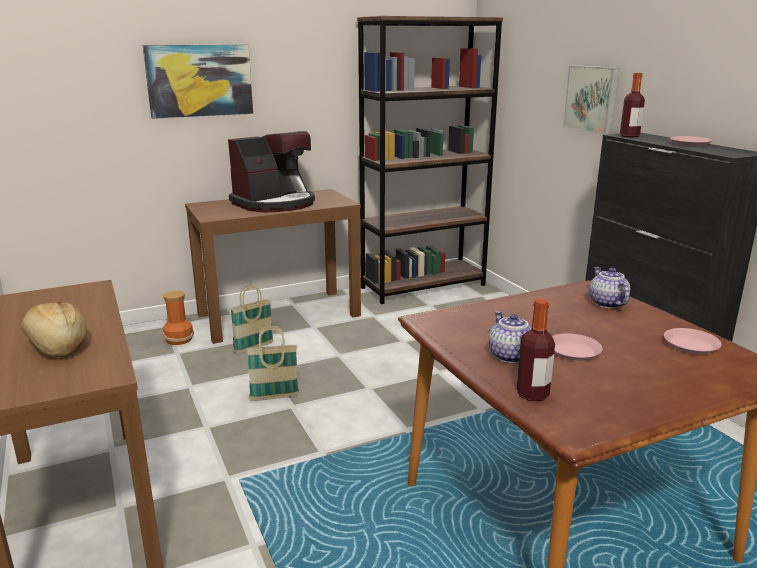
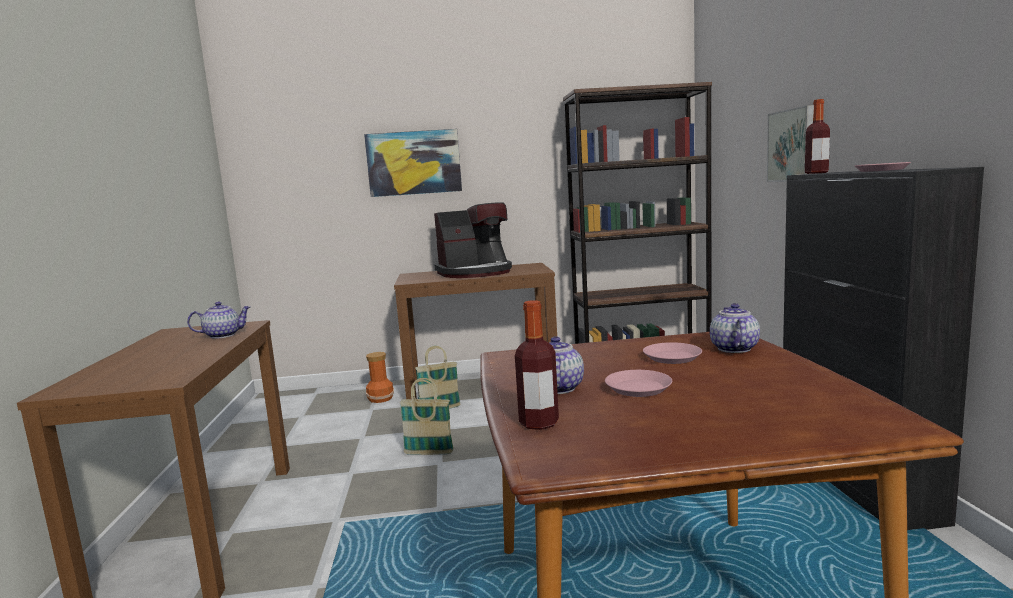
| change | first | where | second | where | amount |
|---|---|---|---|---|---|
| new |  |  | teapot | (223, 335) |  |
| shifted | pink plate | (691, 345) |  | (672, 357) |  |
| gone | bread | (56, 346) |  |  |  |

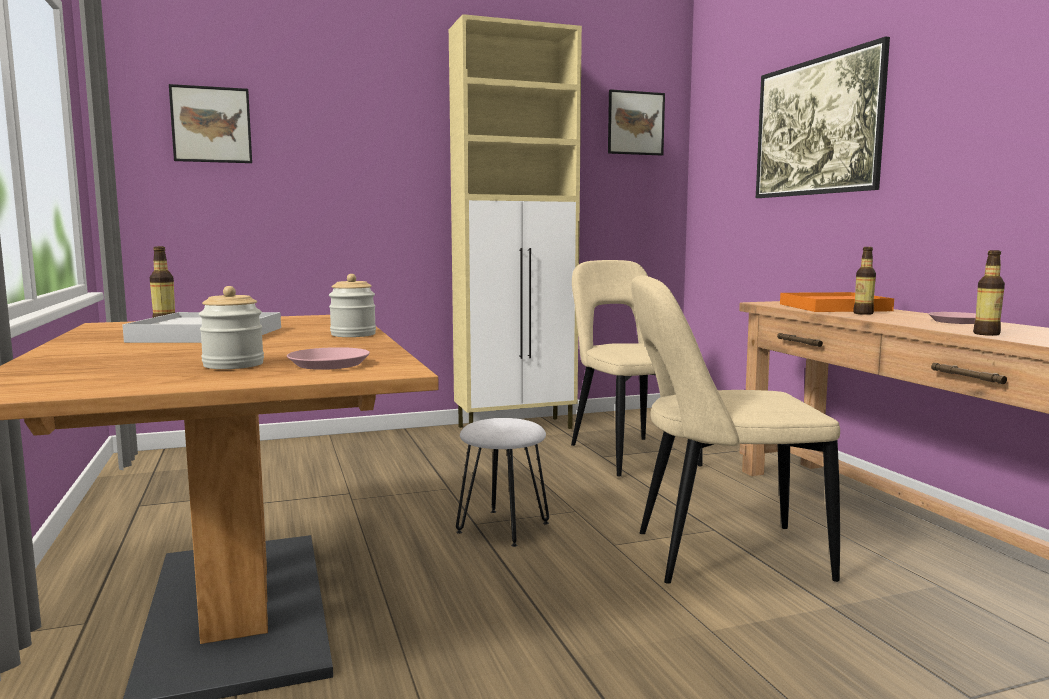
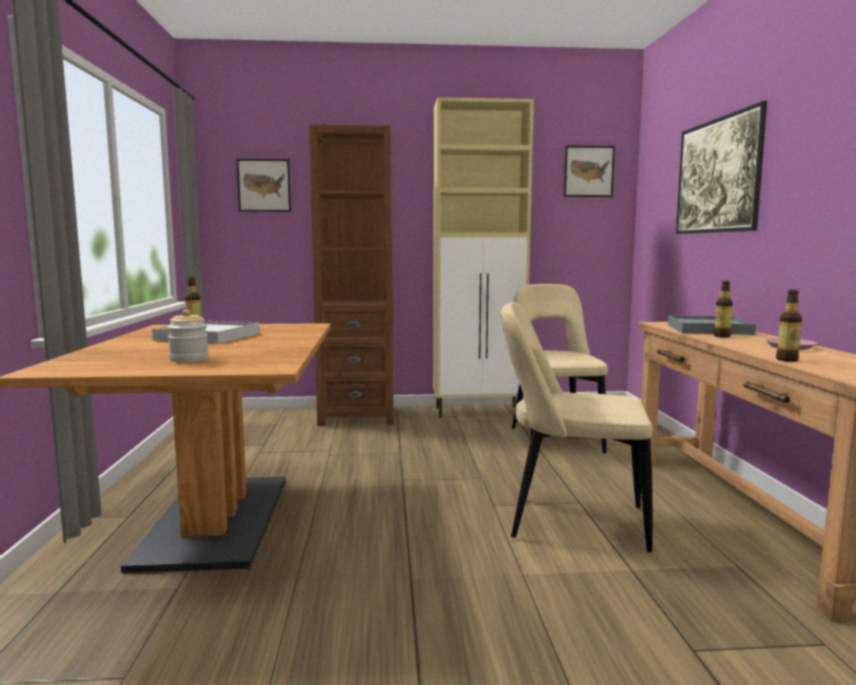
| change | first | where | second | where | amount |
|---|---|---|---|---|---|
| new |  |  | brown bookcase | (356, 416) |  |
| repainted | orange tray | (833, 307) | grey tray | (708, 329) |  |
| gone | pink plate | (329, 364) |  |  |  |
| gone | jar | (353, 334) |  |  |  |
| gone | white stool | (504, 528) |  |  |  |

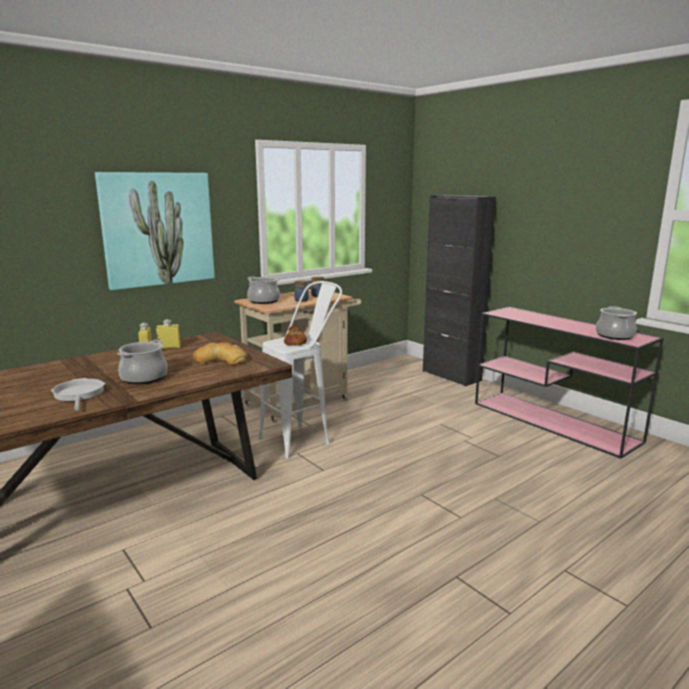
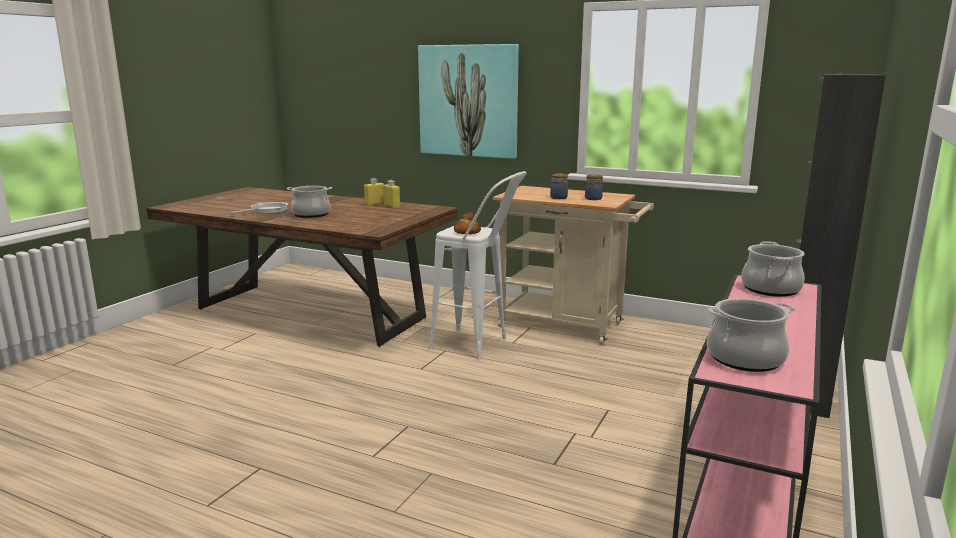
| change | first | where | second | where | amount |
|---|---|---|---|---|---|
| shifted | cooking pot | (264, 301) |  | (771, 289) |  |
| gone | bread | (221, 360) |  |  |  |

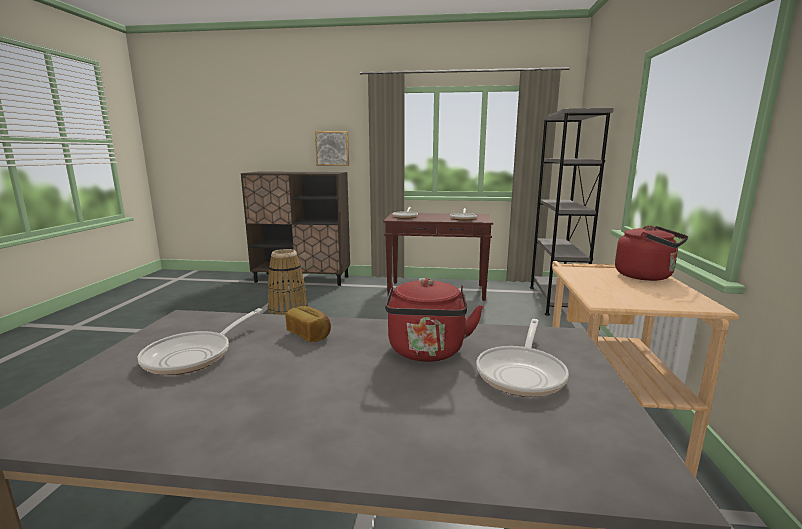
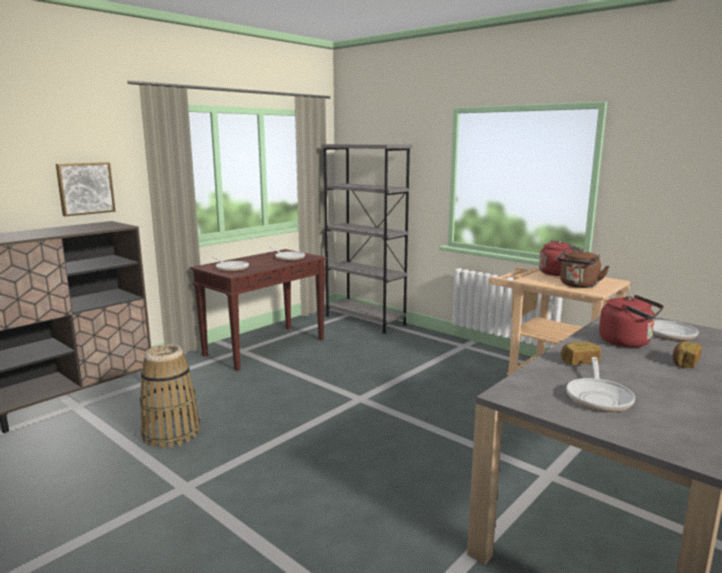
| change | first | where | second | where | amount |
|---|---|---|---|---|---|
| new |  |  | brown kettle | (578, 285) |  |
| rotated | frying pan | (194, 355) |  | (599, 397) | 45 degrees clockwise |
| new |  |  | bread | (684, 363) |  |

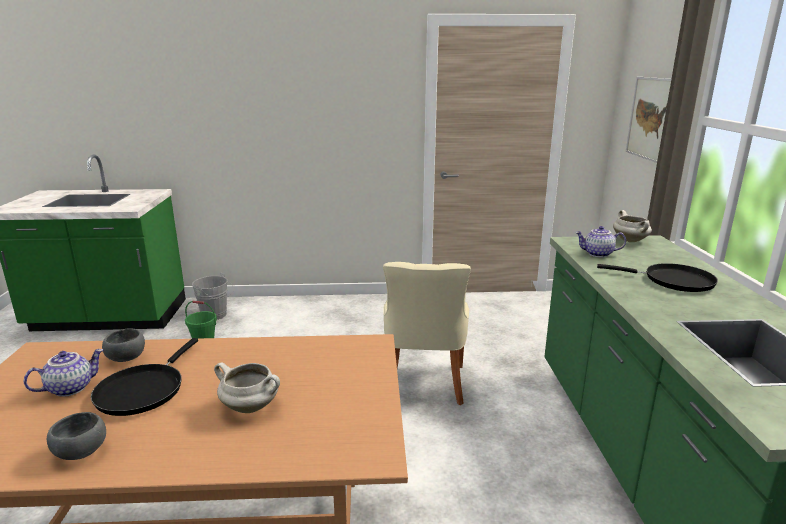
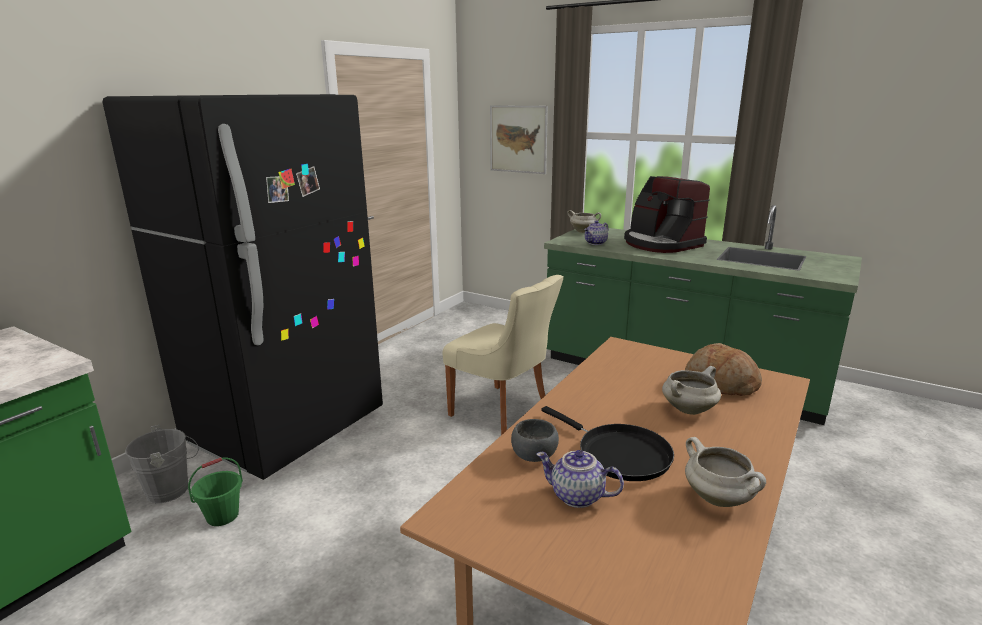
| change | first | where | second | where | amount |
|---|---|---|---|---|---|
| new |  |  | black fridge | (287, 428) |  |
| rotated | teapot | (70, 388) |  | (576, 497) | 60 degrees counterclockwise |
| swapped | black frying pan | (673, 281) | coffee machine | (661, 244) |  |
| new |  |  | bread | (720, 383) |  |
| swapped | grey bowl | (81, 453) | white cooking pot | (719, 499) |  |

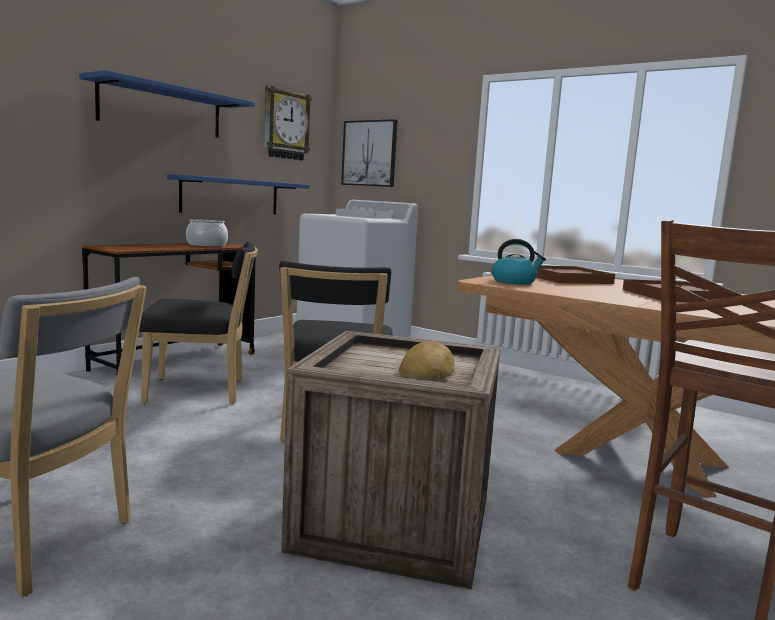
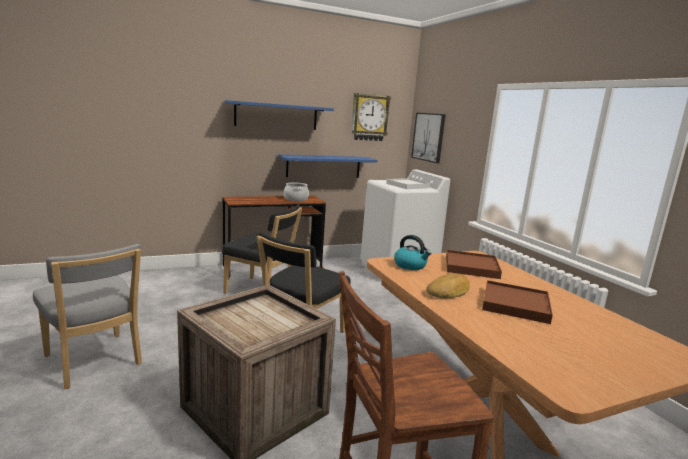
| change | first | where | second | where | amount |
|---|---|---|---|---|---|
| shifted | bread | (427, 371) |  | (449, 291) |  |

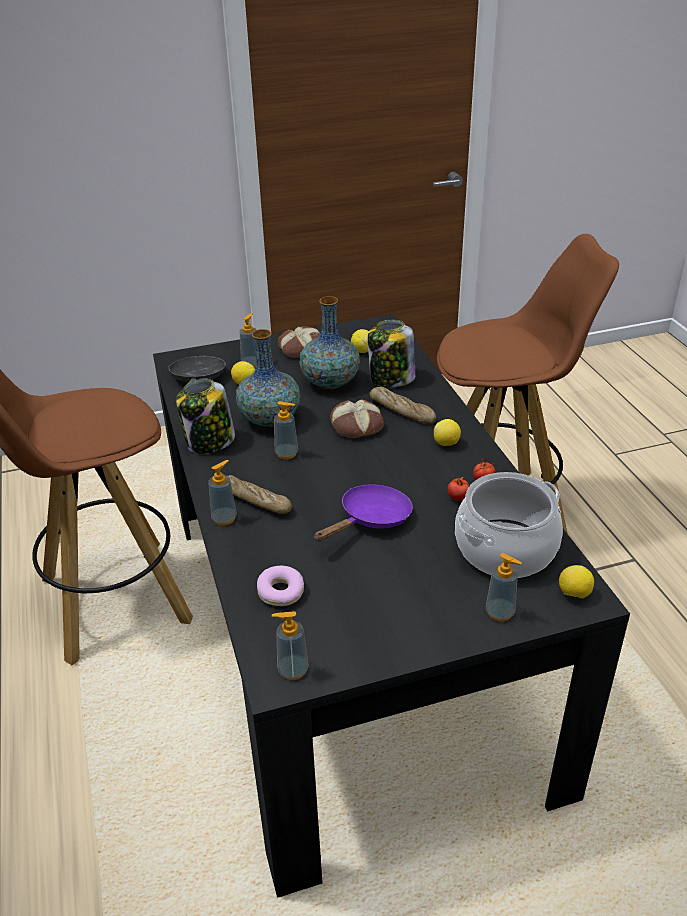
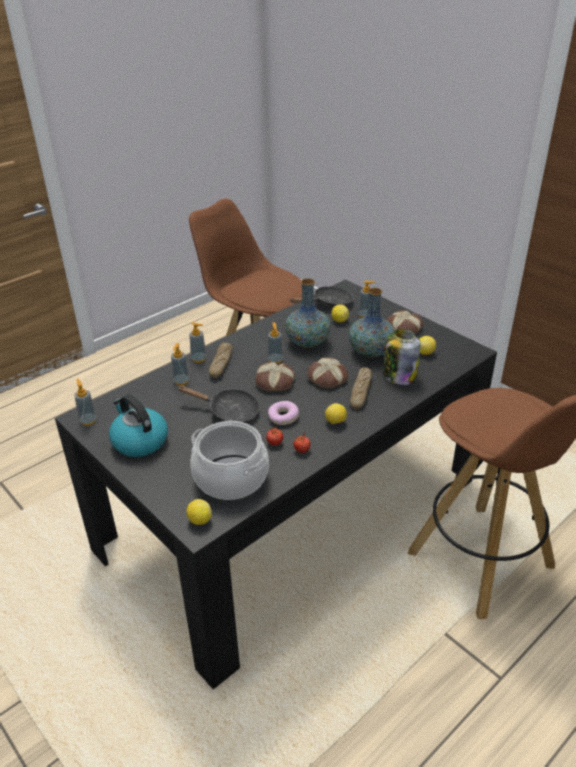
| change | first | where | second | where | amount |
|---|---|---|---|---|---|
| new |  |  | kettle | (139, 441) |  |
| shifted | soap dispenser | (500, 612) |  | (181, 381) |  |
| repainted | purple frying pan | (371, 519) | black frying pan | (229, 412) |  |
| new |  |  | bread | (274, 382) |  |
| shifted | donut | (280, 592) |  | (283, 417) |  |
| gone | jar | (209, 442) |  |  |  |

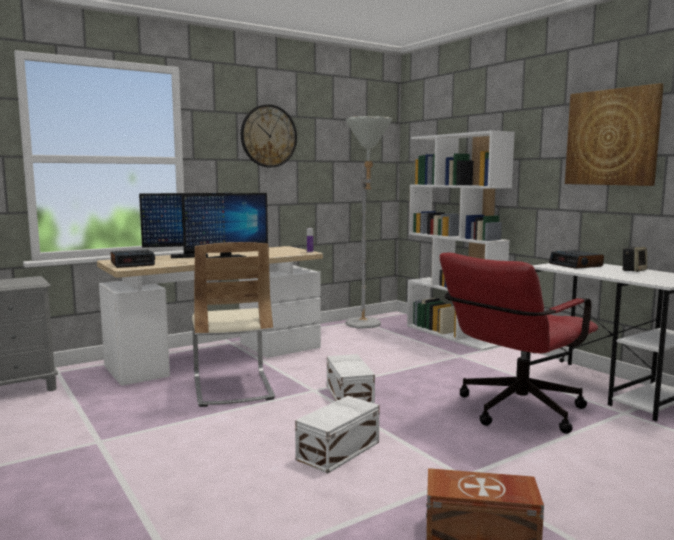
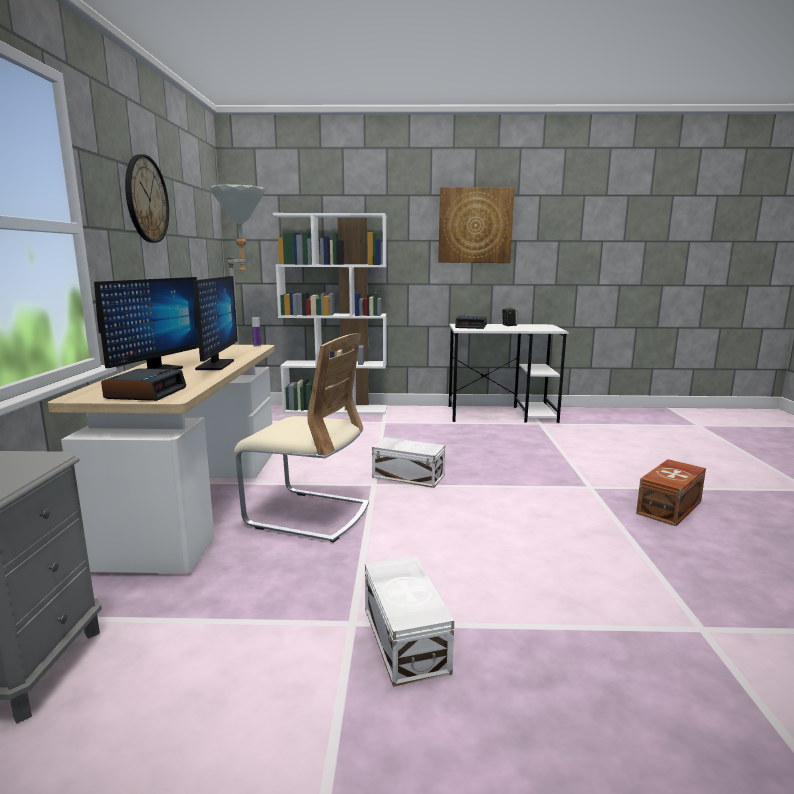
| change | first | where | second | where | amount |
|---|---|---|---|---|---|
| shifted | white storage box | (340, 451) |  | (406, 638) |  |
| gone | red office chair | (513, 412) |  |  |  |

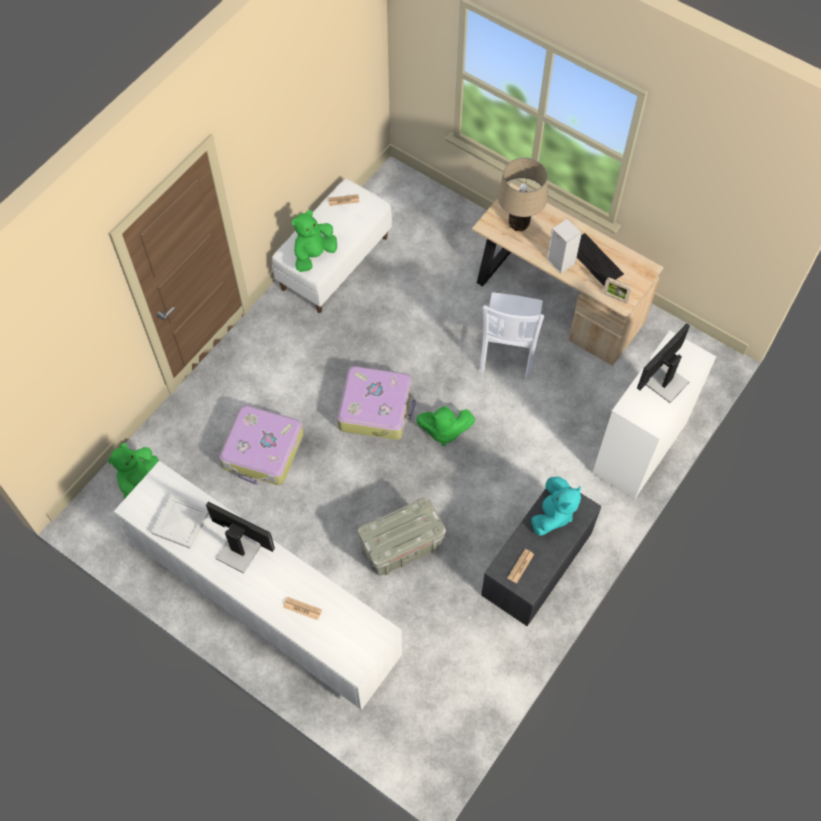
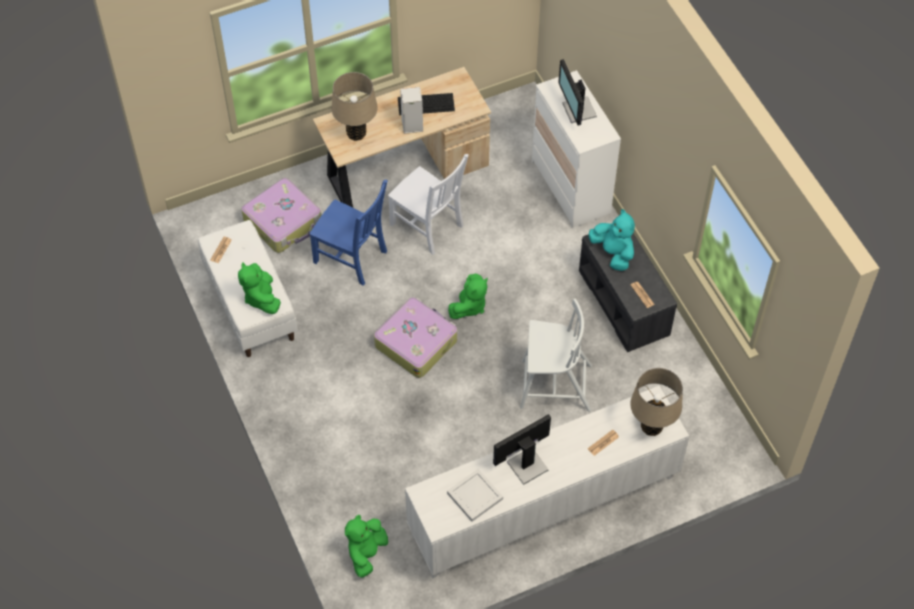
| change | first | where | second | where | amount |
|---|---|---|---|---|---|
| shifted | suitcase | (263, 451) |  | (283, 222) |  |
| new |  |  | blue chair | (352, 258) |  |
| rotated | green plush toy | (139, 481) |  | (366, 553) | 60 degrees clockwise |
| swapped | grey storage box | (401, 548) | white chair | (554, 386) |  |
| new |  |  | beige table lamp | (651, 427) |  |
| gone | picture frame | (615, 297) |  |  |  |

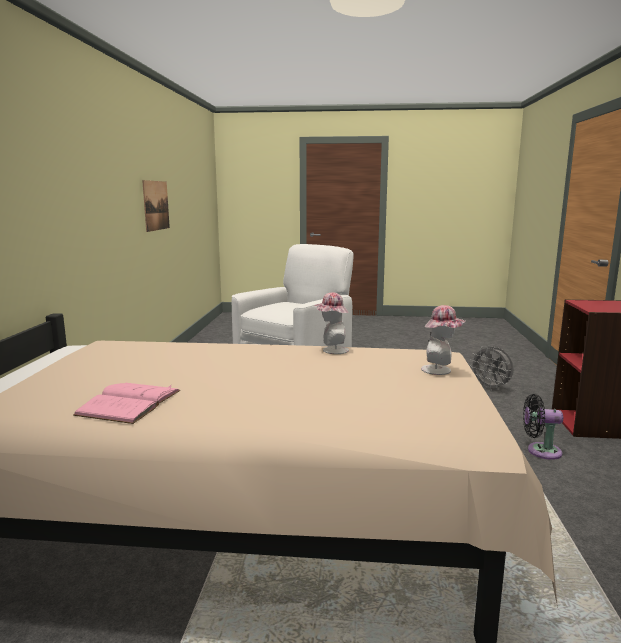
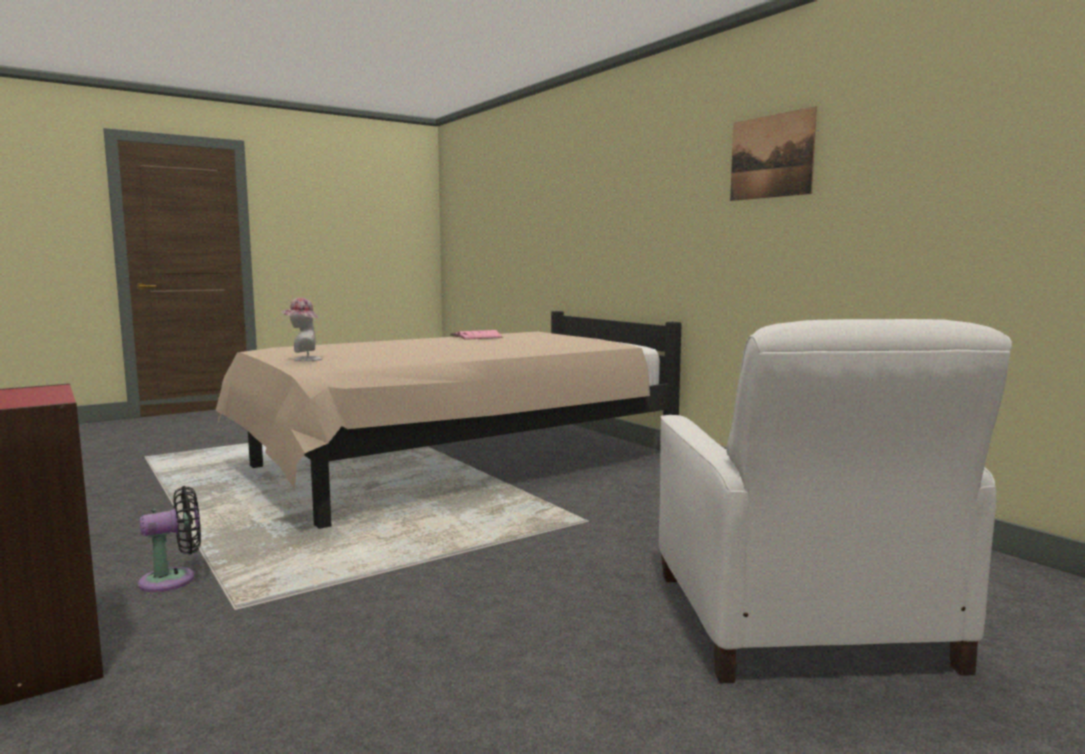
| change | first | where | second | where | amount |
|---|---|---|---|---|---|
| shifted | picture | (156, 205) |  | (771, 156) |  |
| gone | hat | (332, 350) |  |  |  |
| gone | grey fan | (491, 388) |  |  |  |

